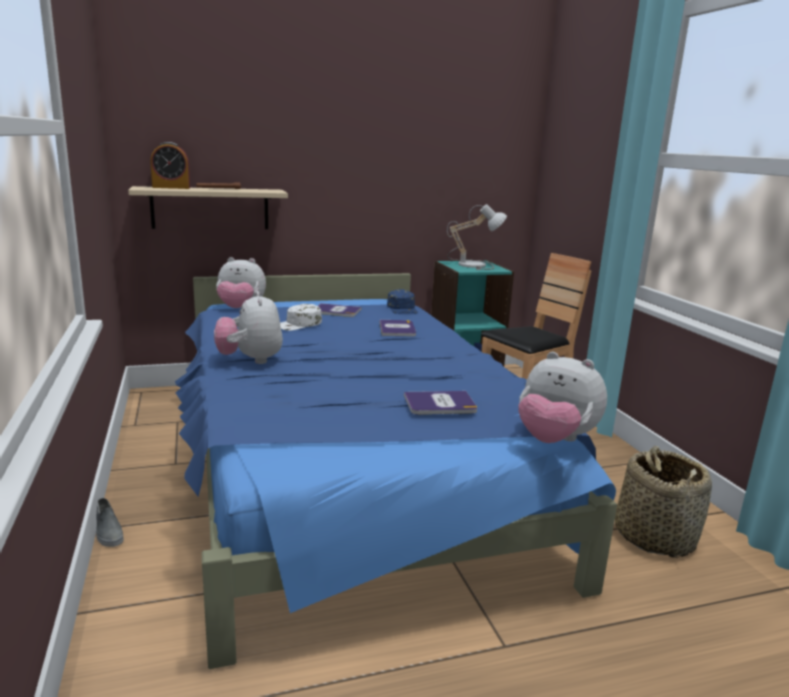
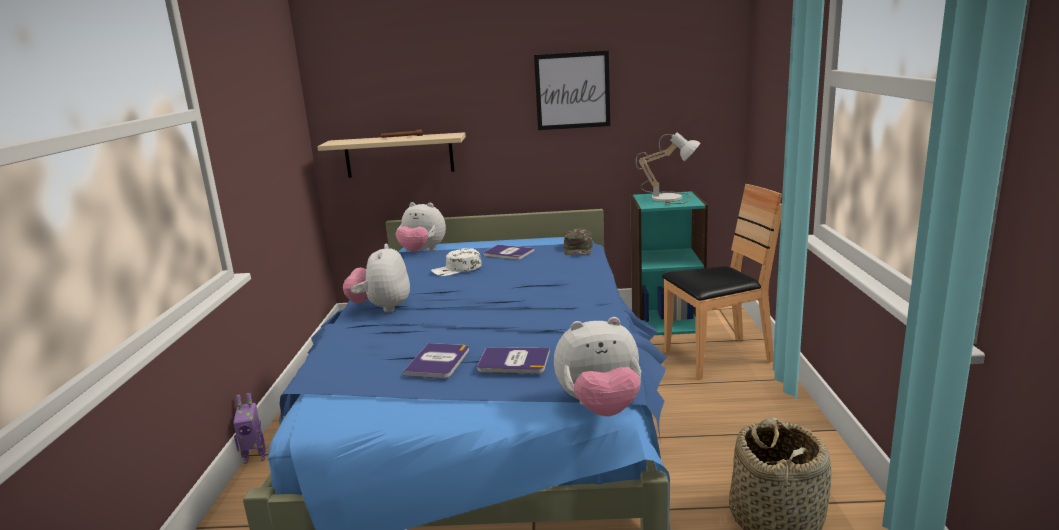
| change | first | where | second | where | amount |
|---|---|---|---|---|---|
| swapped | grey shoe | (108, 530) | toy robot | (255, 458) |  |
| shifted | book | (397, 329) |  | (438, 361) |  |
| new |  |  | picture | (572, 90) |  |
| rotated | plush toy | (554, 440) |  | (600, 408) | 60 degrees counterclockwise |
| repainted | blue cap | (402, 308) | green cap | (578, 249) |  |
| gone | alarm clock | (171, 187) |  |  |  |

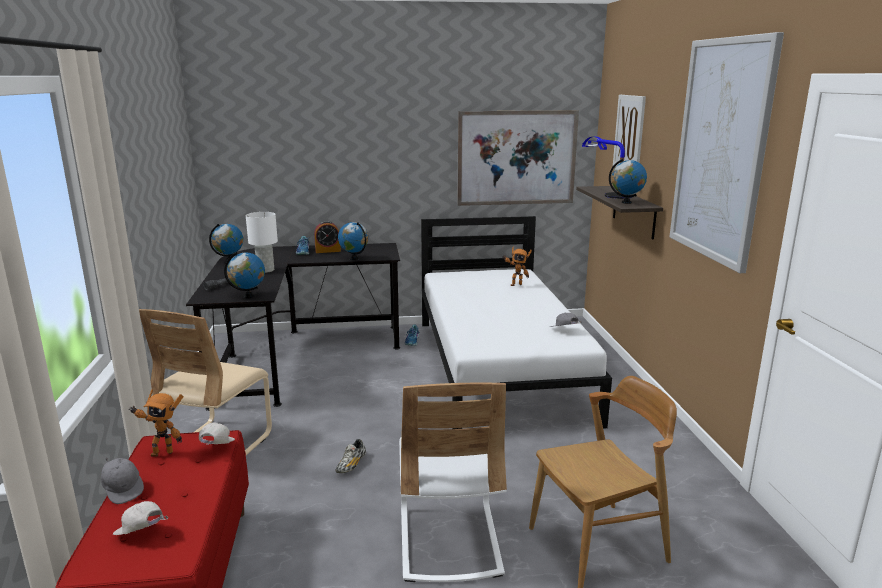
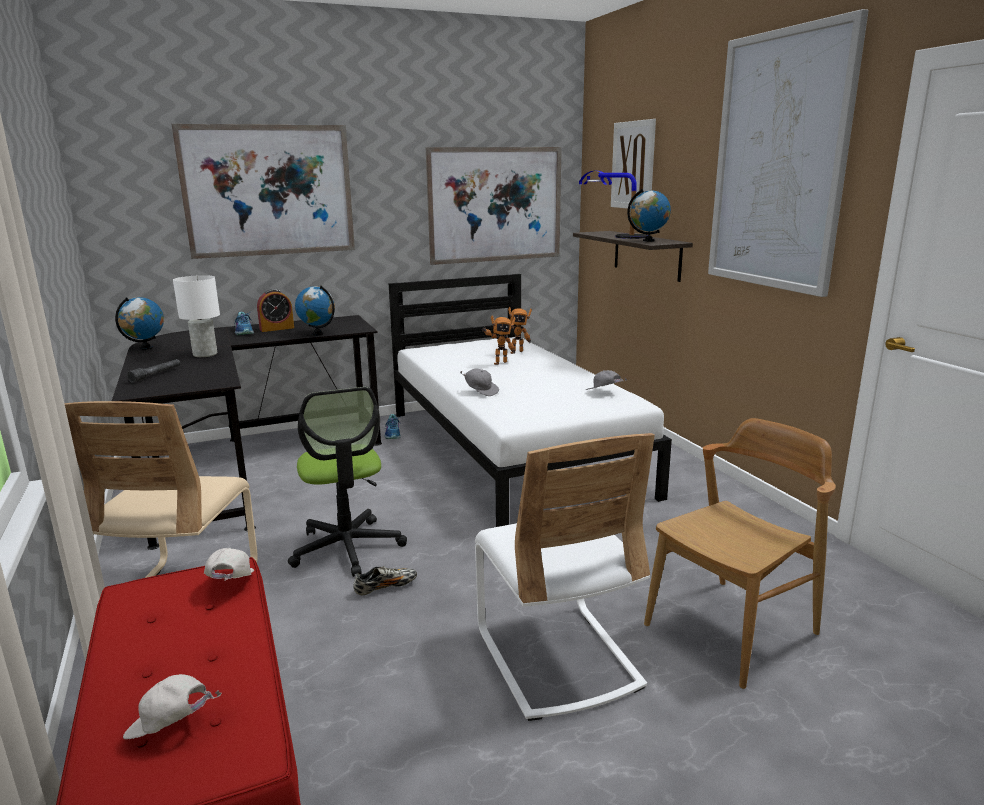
| change | first | where | second | where | amount |
|---|---|---|---|---|---|
| new |  |  | picture | (269, 191) |  |
| new |  |  | office chair | (347, 548) |  |
| rotated | shoe | (351, 465) |  | (385, 587) | 120 degrees counterclockwise |
| shifted | grey cap | (123, 490) |  | (481, 391) |  |
| shifted | toy robot | (162, 452) |  | (499, 363) |  |
| gone | globe | (248, 296) |  |  |  |

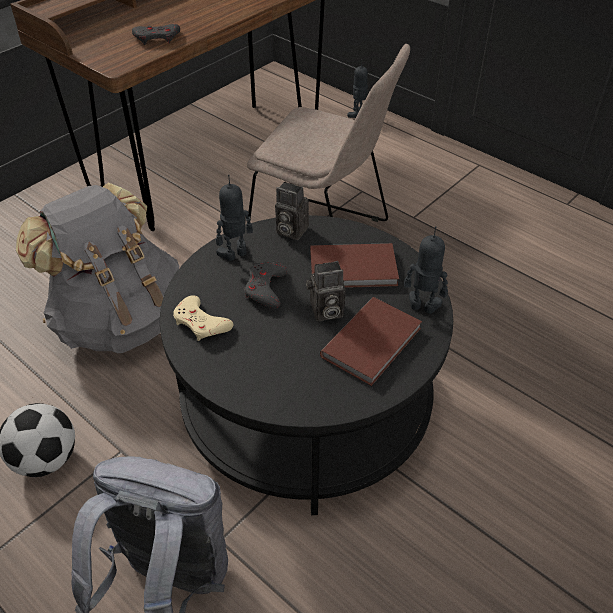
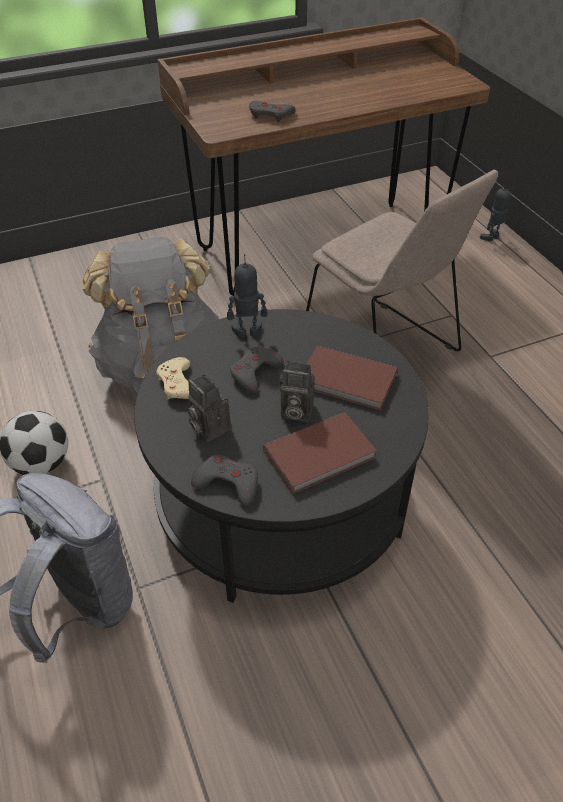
| change | first | where | second | where | amount |
|---|---|---|---|---|---|
| shifted | photo camera | (290, 230) |  | (208, 427) |  |
| new |  |  | grey game controller | (228, 483) |  |
| gone | toy robot | (422, 307) |  |  |  |

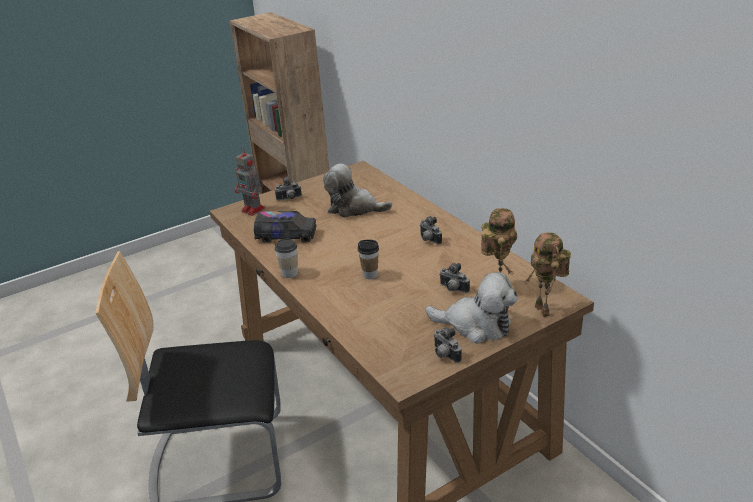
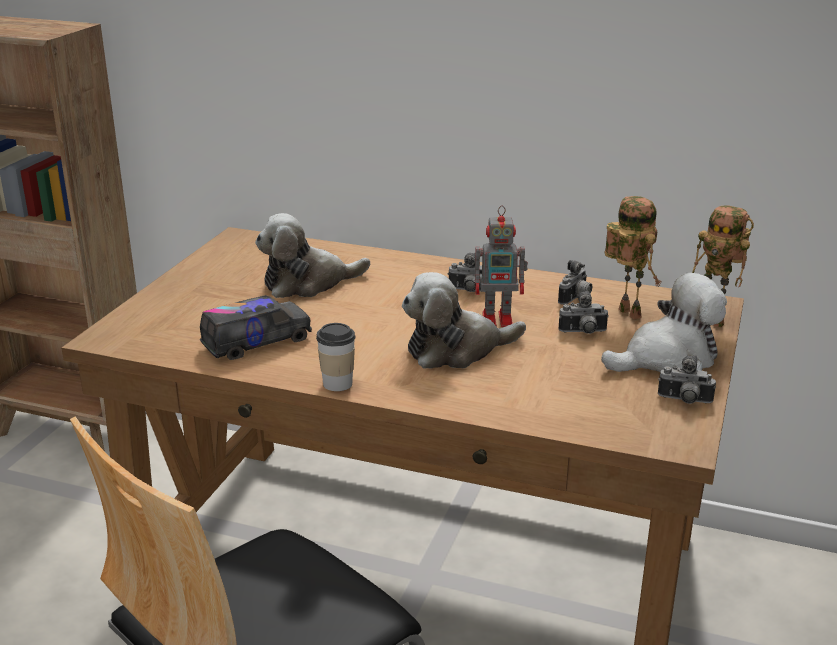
| change | first | where | second | where | amount |
|---|---|---|---|---|---|
| swapped | cup | (370, 275) | plush toy | (456, 350) |  |
| shifted | toy robot | (254, 210) |  | (499, 319) |  |
| shifted | photo camera | (289, 199) |  | (576, 299) |  |

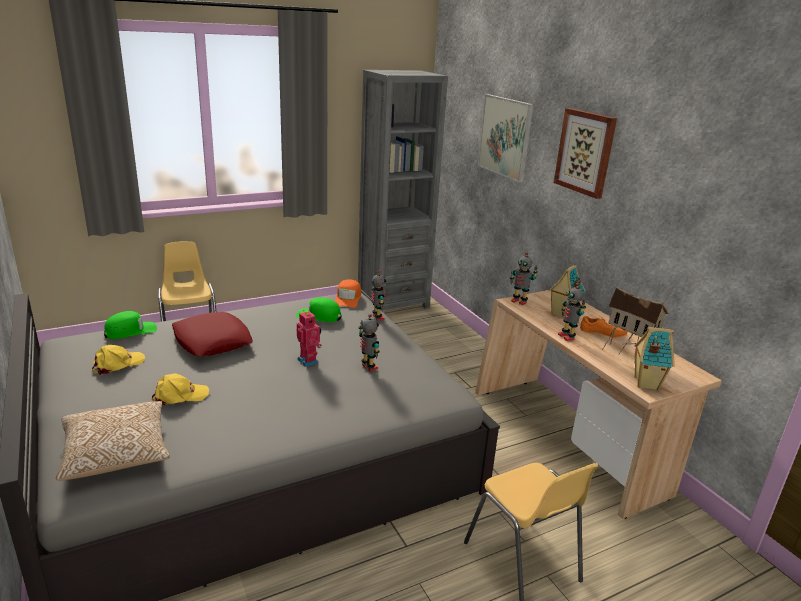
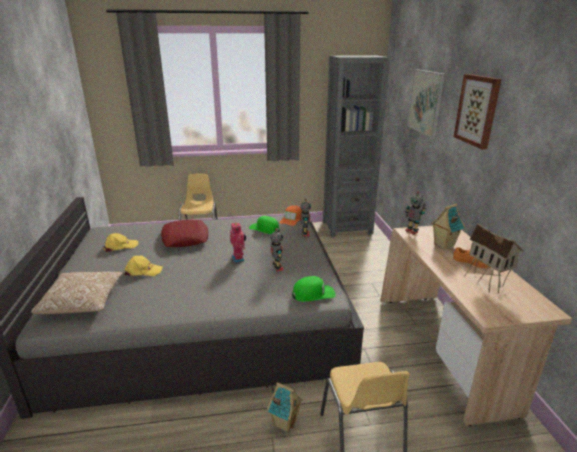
| change | first | where | second | where | amount |
|---|---|---|---|---|---|
| shifted | toy house | (645, 383) |  | (284, 423) |  |
| shifted | green cap | (131, 331) |  | (313, 294) |  |
| gone | toy robot | (567, 337) |  |  |  |

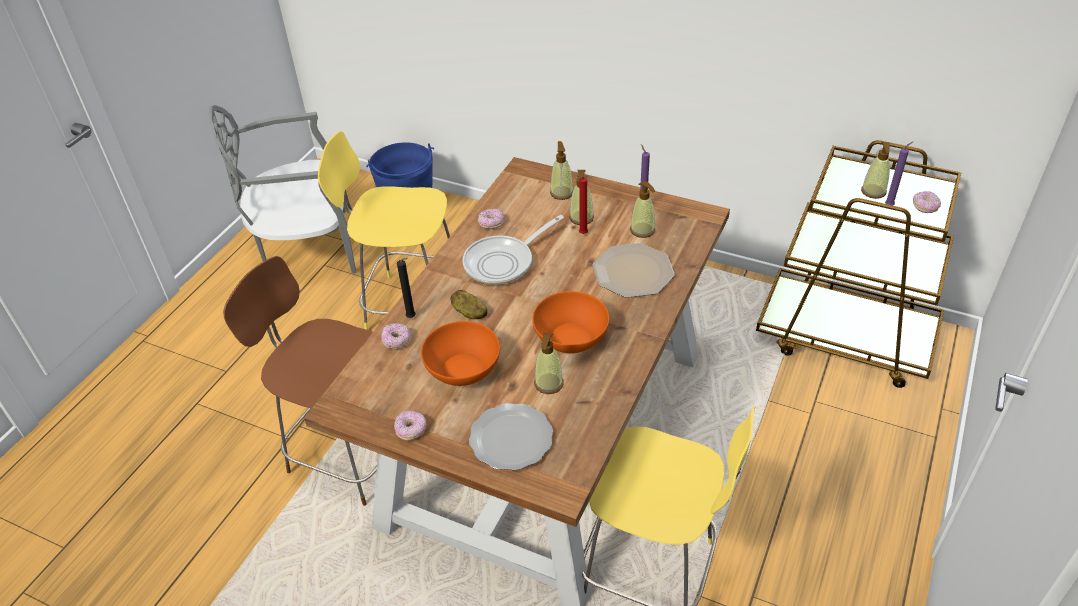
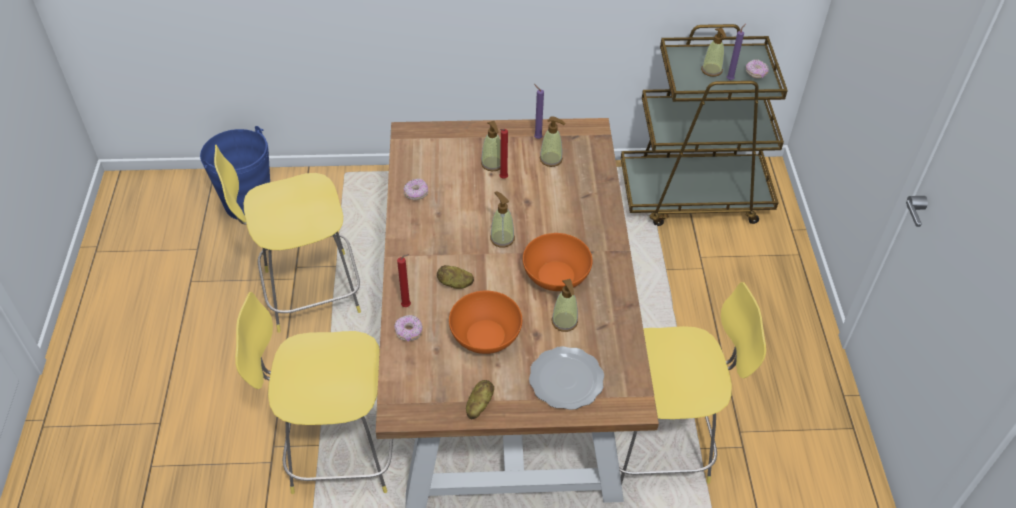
| change | first | where | second | where | amount |
|---|---|---|---|---|---|
| repainted | brown stool | (349, 452) | yellow stool | (338, 451) |  |
| repainted | black candle | (412, 318) | red candle | (407, 306) |  |
| swapped | donut | (411, 430) | potato | (479, 405) |  |
| shifted | soap dispenser | (561, 193) |  | (502, 238) |  |
| gone | grey chair | (306, 248) |  |  |  |
| gone | frying pan | (504, 262) |  |  |  |
| gone | plate | (633, 272) |  |  |  |

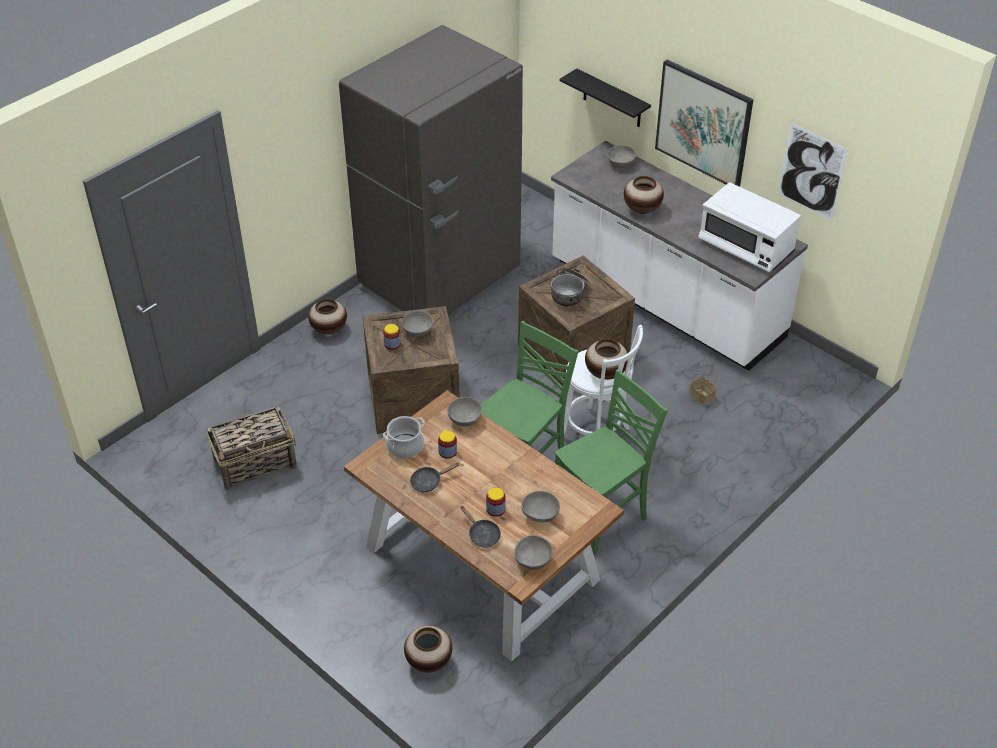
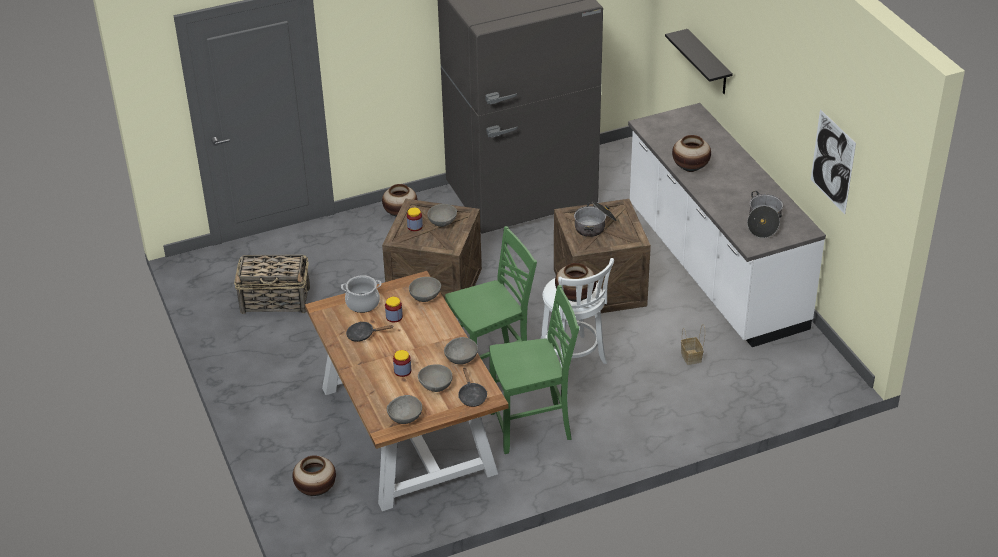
| change | first | where | second | where | amount |
|---|---|---|---|---|---|
| shifted | grey bowl | (620, 164) |  | (461, 359) |  |
| shifted | black frying pan | (482, 534) |  | (471, 396) |  |
| swapped | white microwave | (746, 247) | cooking pot | (763, 222) |  |
| gone | picture | (703, 123) |  |  |  |

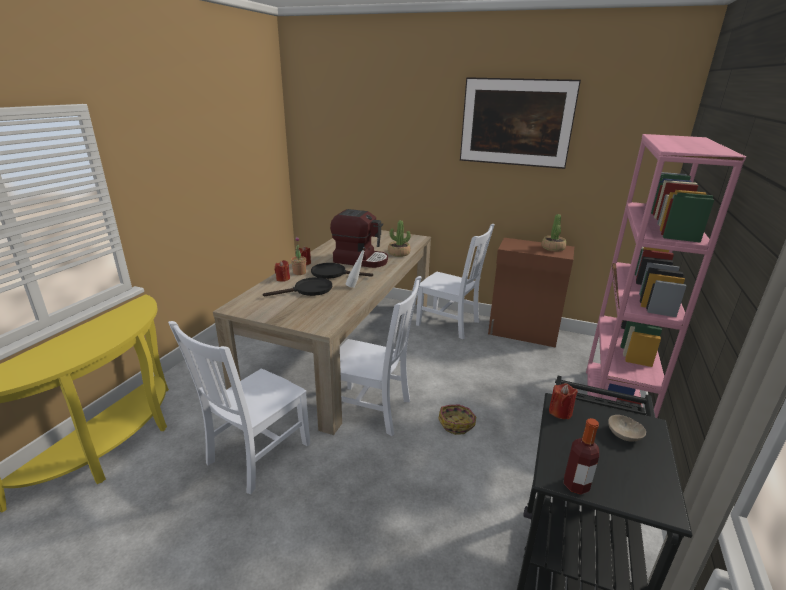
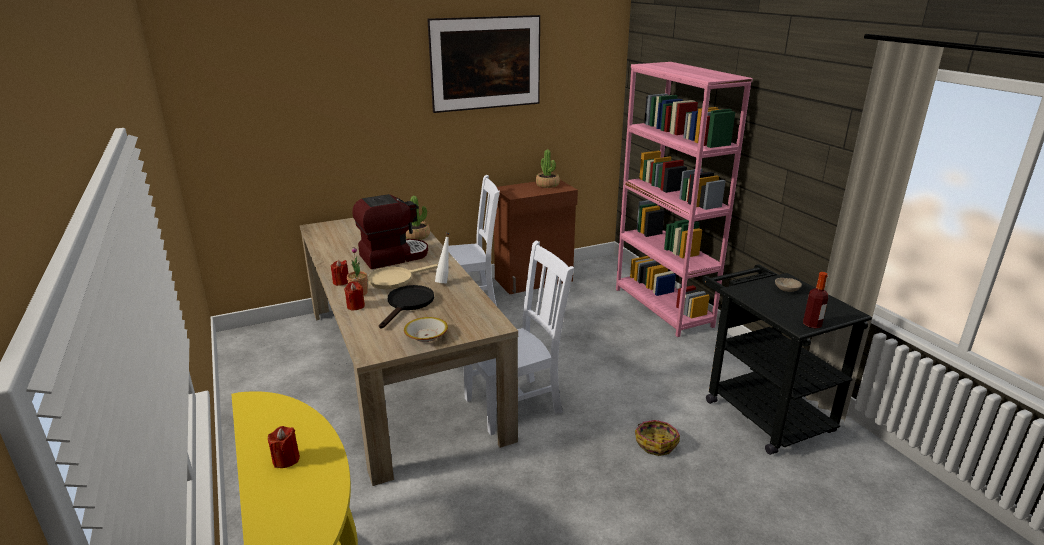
| change | first | where | second | where | amount |
|---|---|---|---|---|---|
| shifted | red candle | (560, 412) |  | (286, 459) |  |
| repainted | black frying pan | (333, 273) | beige frying pan | (396, 279) |  |
| new |  |  | bowl | (426, 335) |  |
| shifted | basket | (456, 424) |  | (656, 443) |  |
| gone | white chair | (256, 455) |  |  |  |

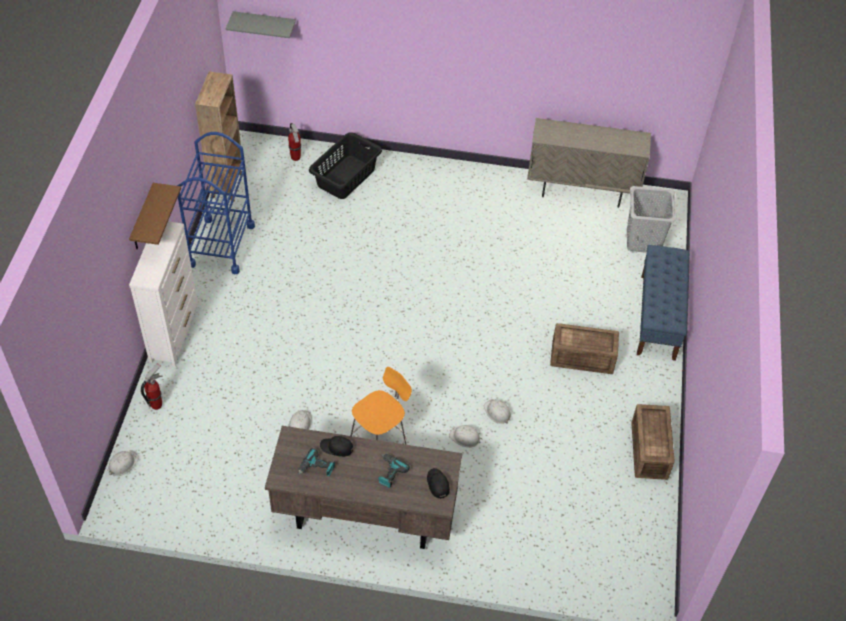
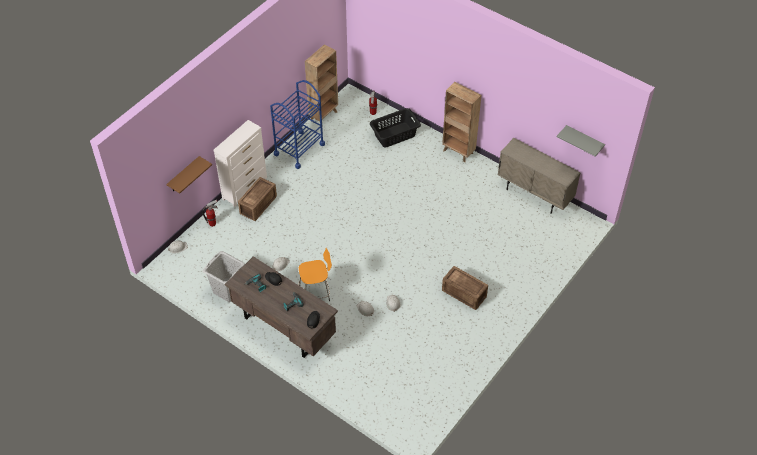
| change | first | where | second | where | amount |
|---|---|---|---|---|---|
| shifted | brown shelf | (143, 219) |  | (184, 175) |  |
| shifted | grey laundry basket | (643, 241) |  | (228, 290) |  |
| shifted | crate | (650, 449) |  | (259, 205) |  |
| new |  |  | brown bookcase | (458, 152) |  |
| shifted | grey shelf | (265, 24) |  | (584, 140) |  |
| gone | blue bench | (658, 317) |  |  |  |

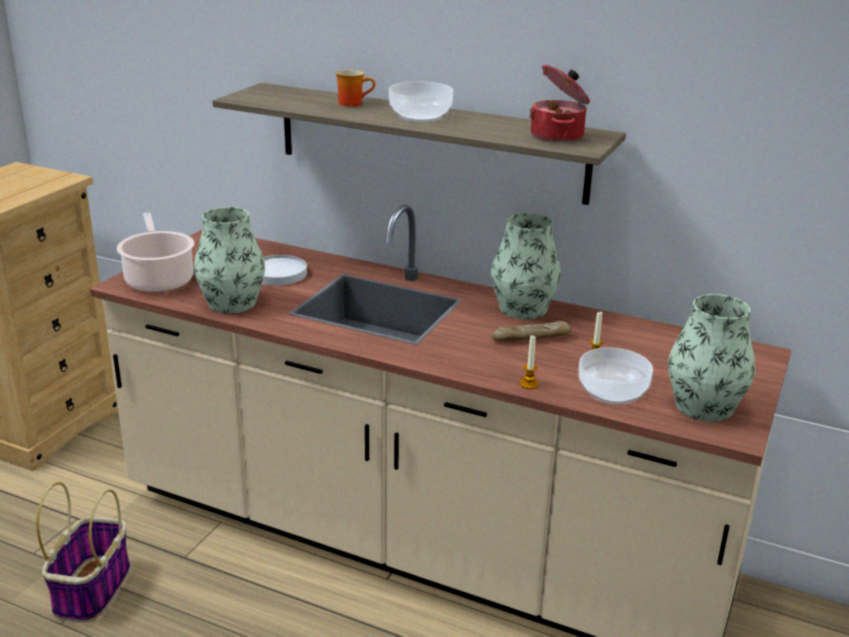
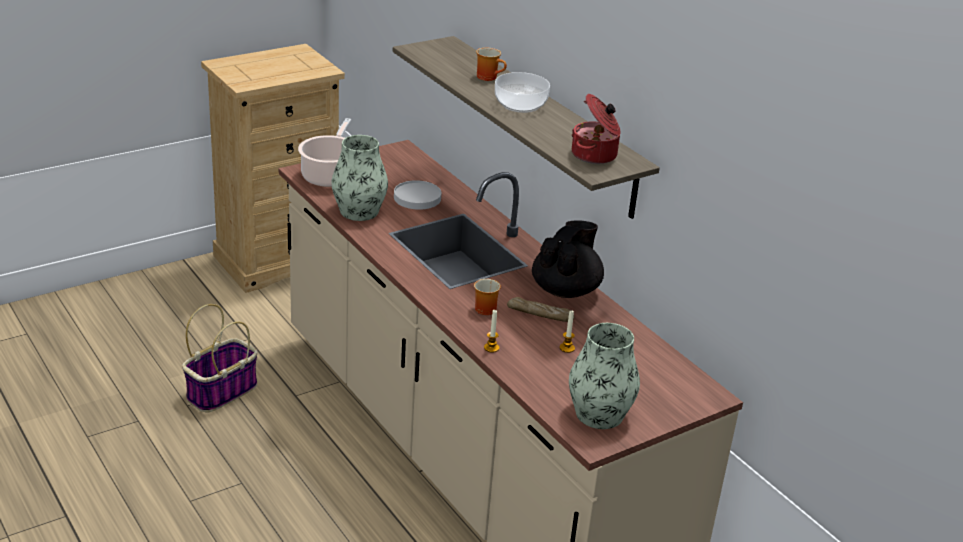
| change | first | where | second | where | amount |
|---|---|---|---|---|---|
| new |  |  | mug | (483, 308) |  |
| swapped | vase | (523, 308) | black teapot | (566, 289) |  |
| gone | bowl | (611, 391) |  |  |  |

